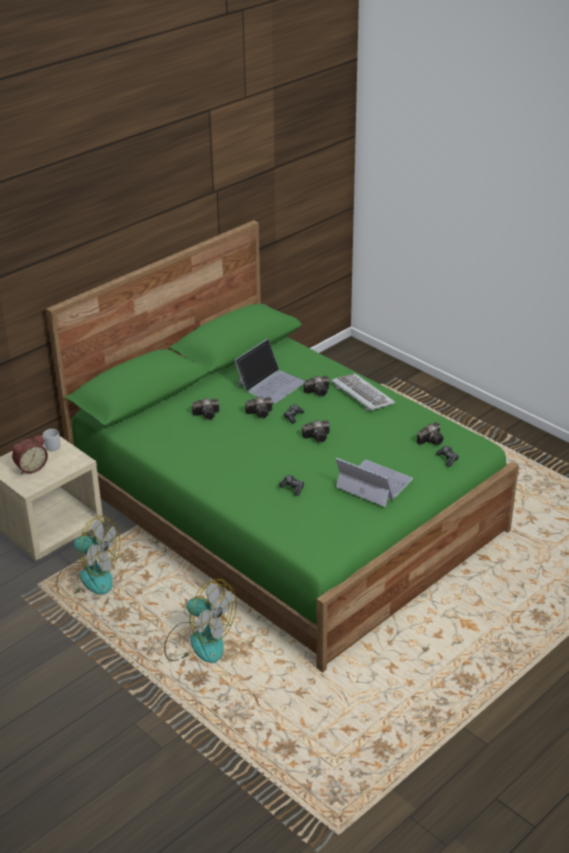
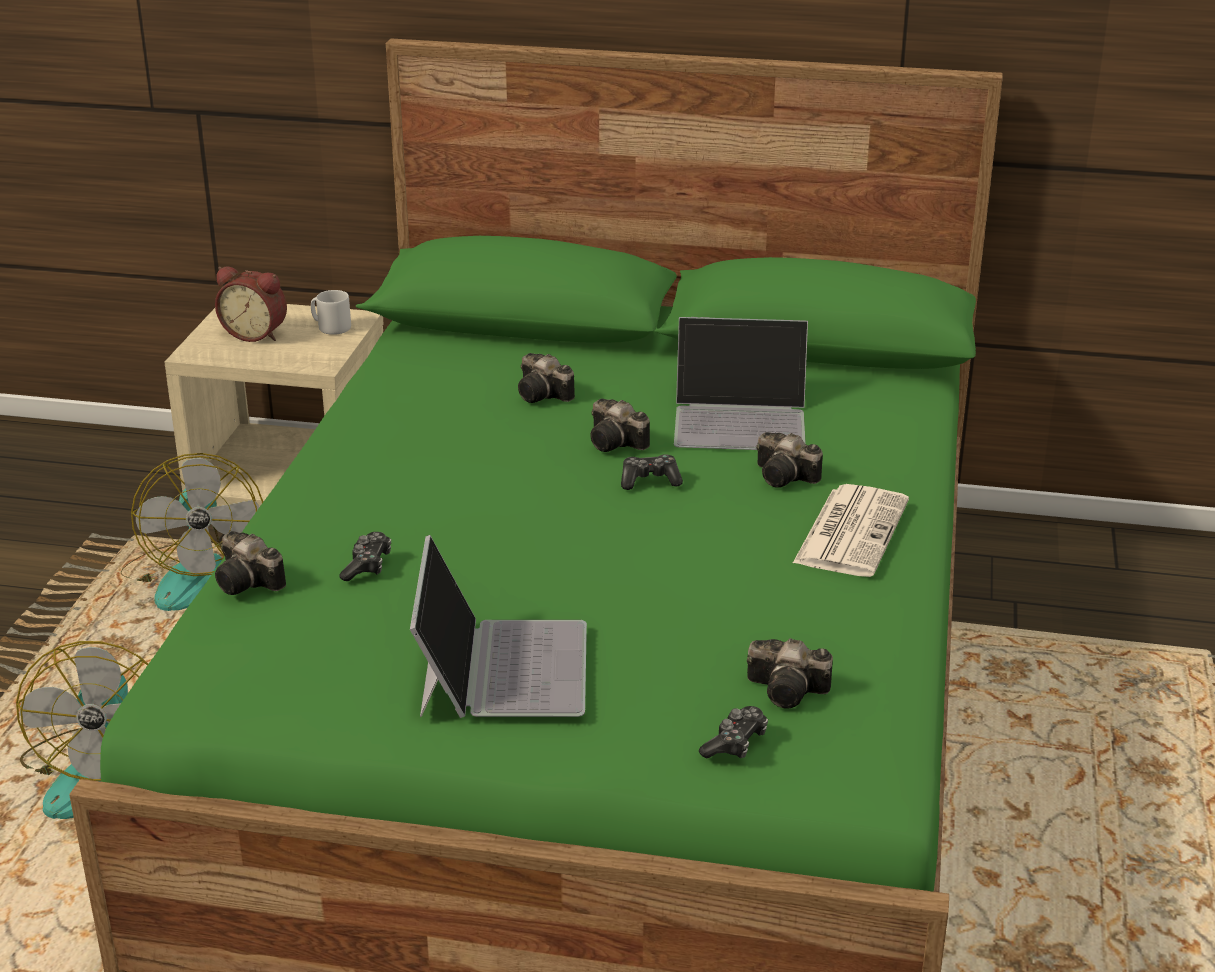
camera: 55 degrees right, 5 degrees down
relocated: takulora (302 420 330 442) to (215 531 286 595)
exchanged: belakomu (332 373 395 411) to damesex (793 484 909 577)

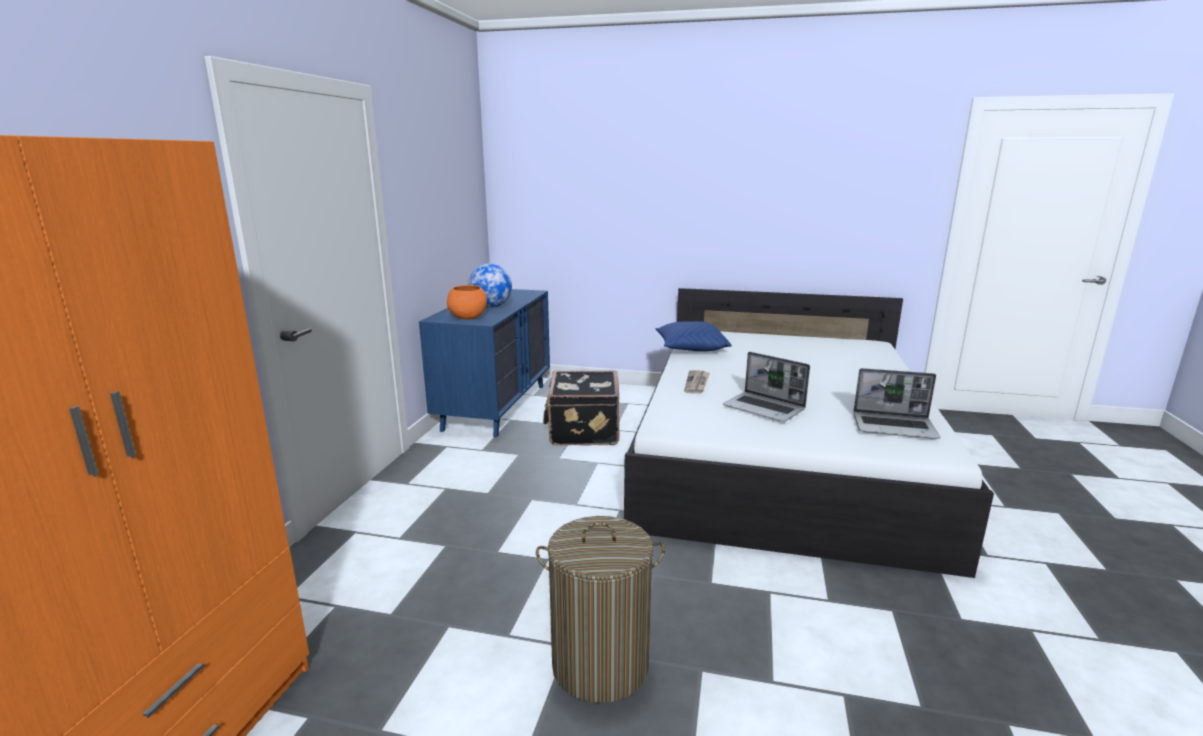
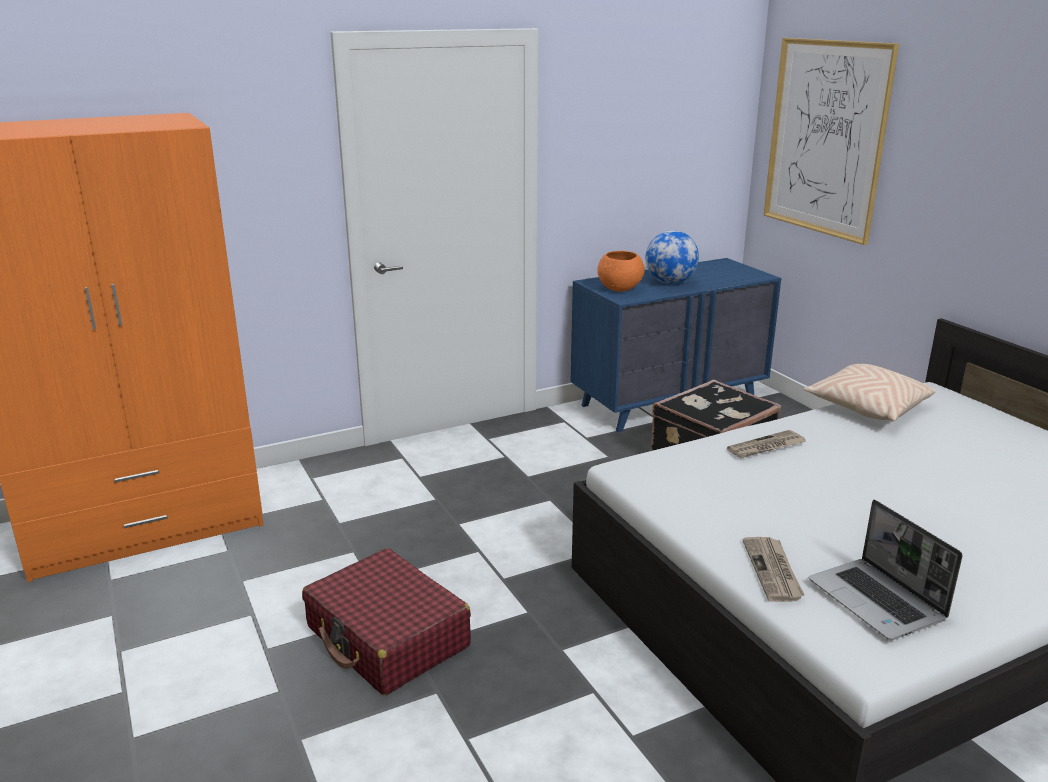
camera: 50 degrees right, 5 degrees up
missing: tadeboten (723 352 810 422)
appeared: damesex (743 537 804 602); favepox (763 38 899 245)
exchanged: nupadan (536 516 665 703) to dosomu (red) (302 548 471 695)
colour: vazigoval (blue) (655 321 732 352) to vazigoval (beige) (804 364 936 421)

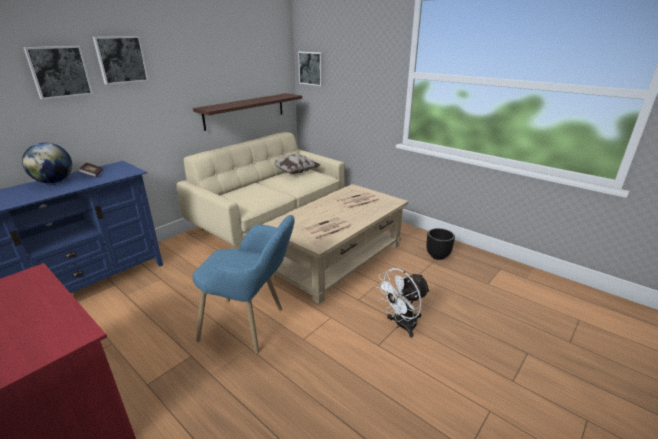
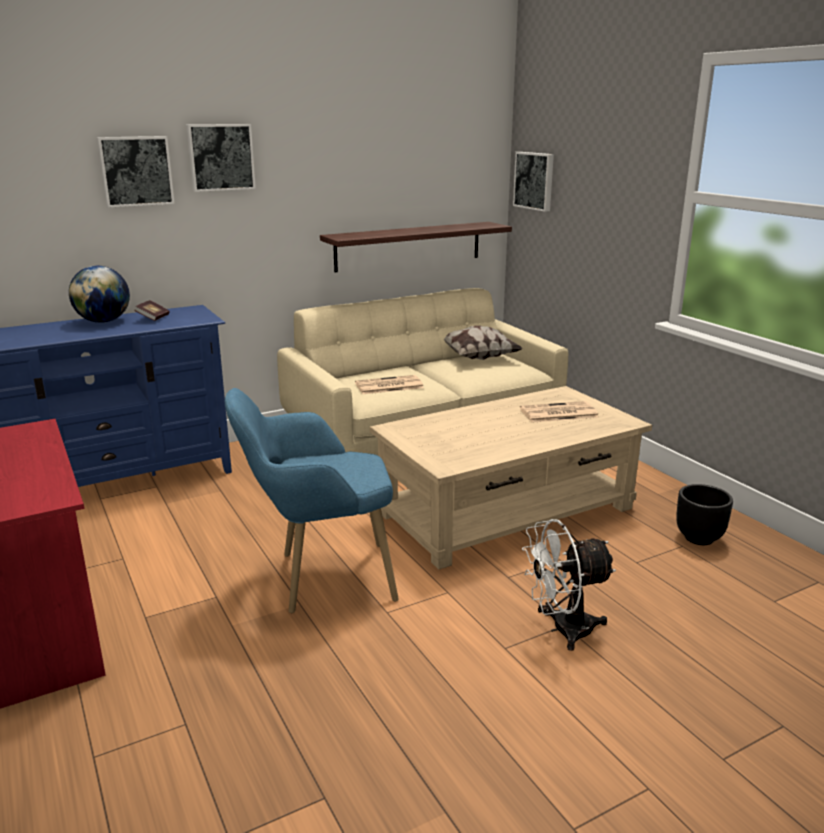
camera: 20 degrees right, 5 degrees down
relocated: damesex (302 217 352 240) to (355 375 424 394)
spun: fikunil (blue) (193 215 295 354) = (225 388 399 614) 135 degrees clockwise

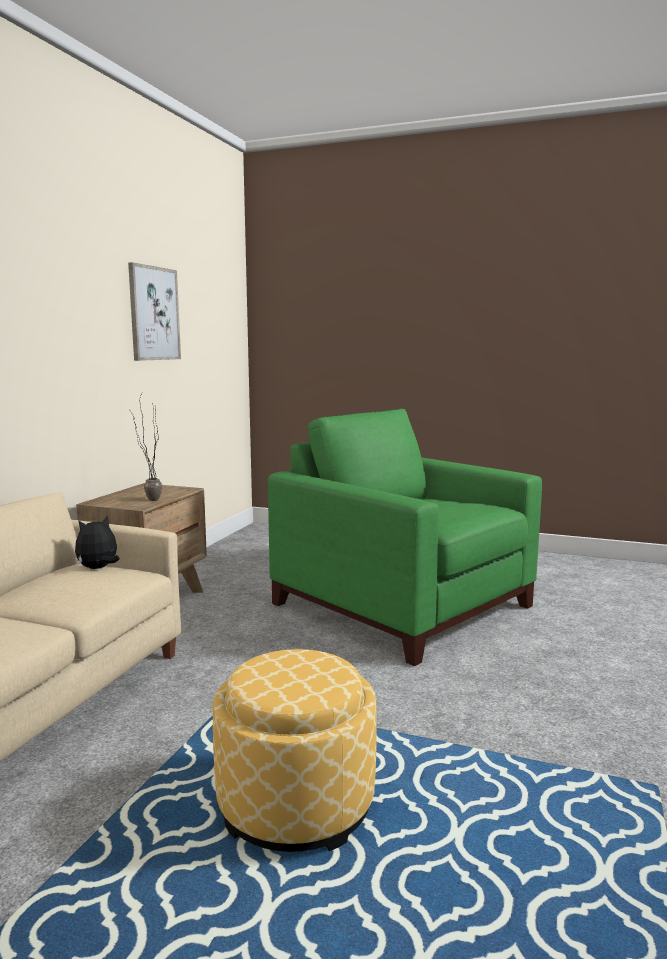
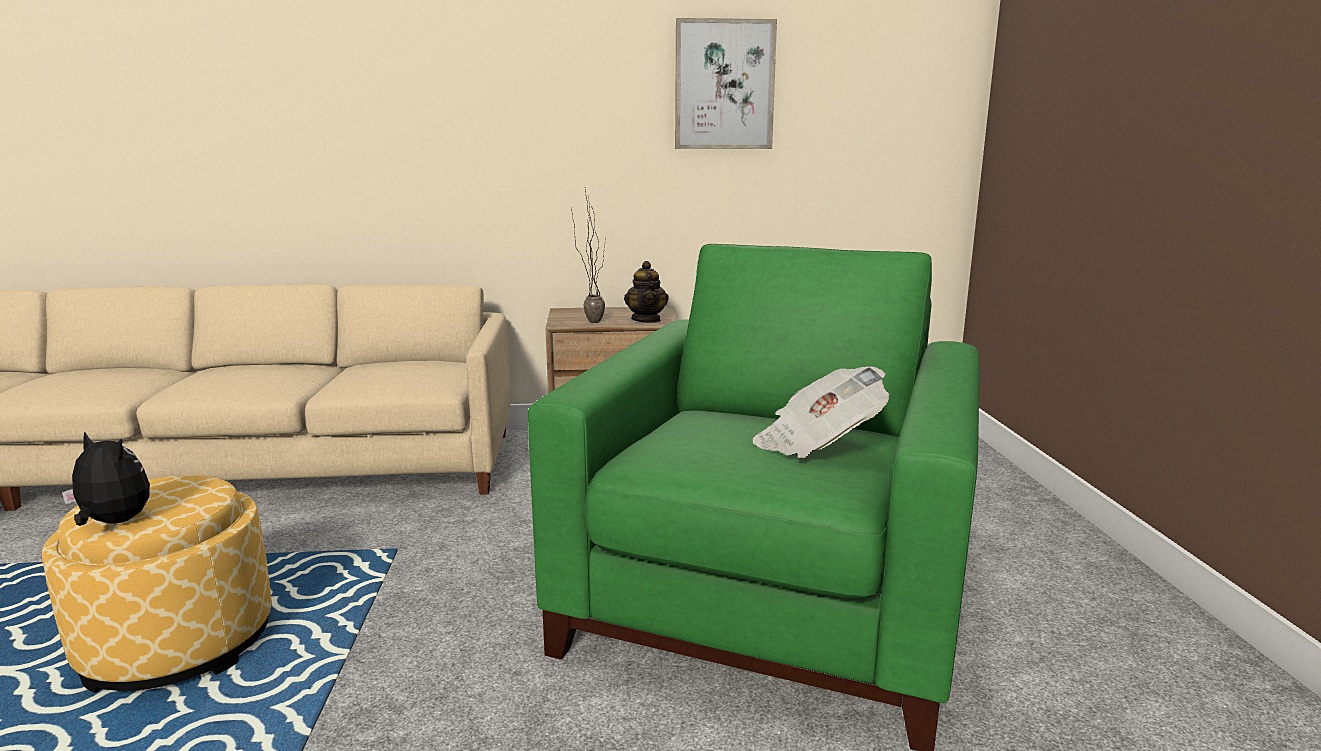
camera: 65 degrees right, 5 degrees up
appeared: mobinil (624 261 669 323); damesex (753 366 890 458)
relocated: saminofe (75 516 120 569) to (62 431 150 526)

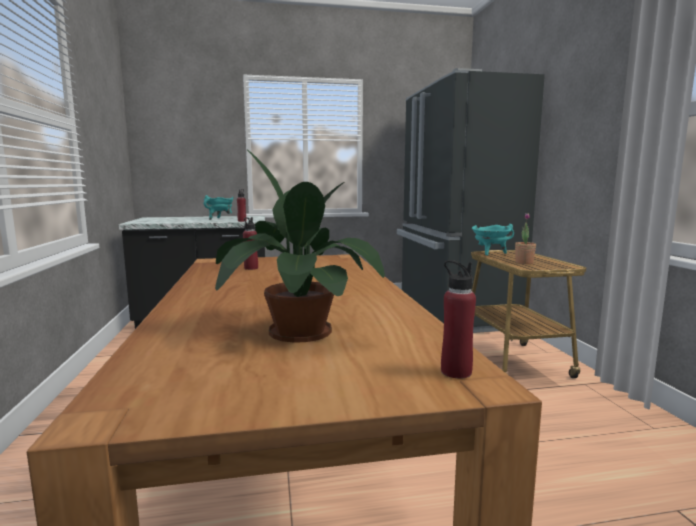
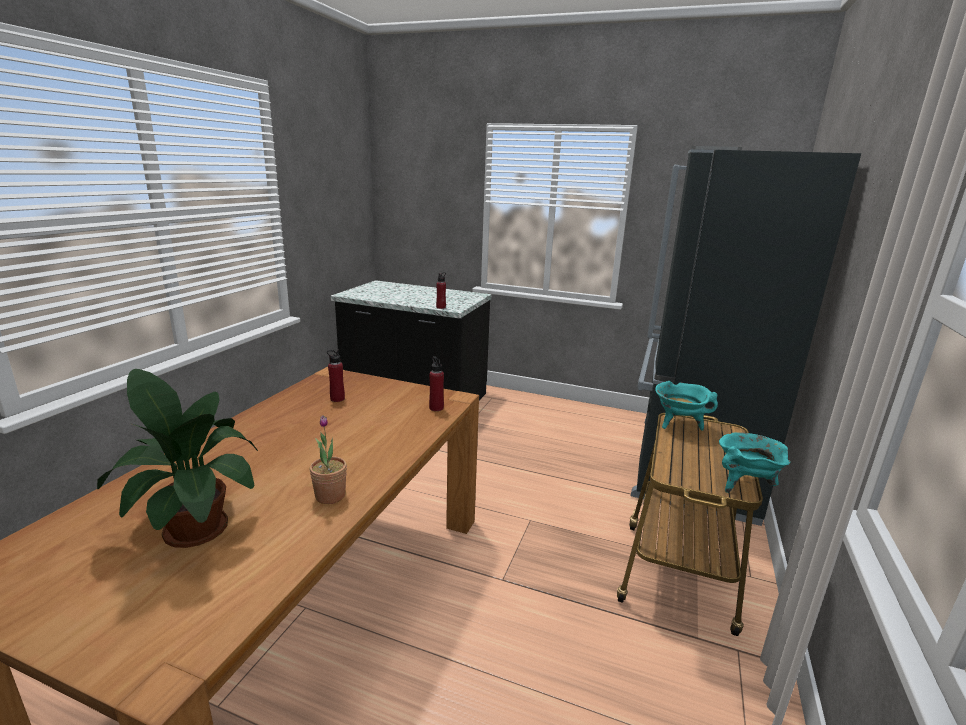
camera: 30 degrees right, 10 degrees up
relocated: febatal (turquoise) (203 195 234 220) to (719 432 791 493); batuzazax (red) (441 260 476 378) to (429 356 444 411); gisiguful (515 213 536 264) to (310 415 347 504)

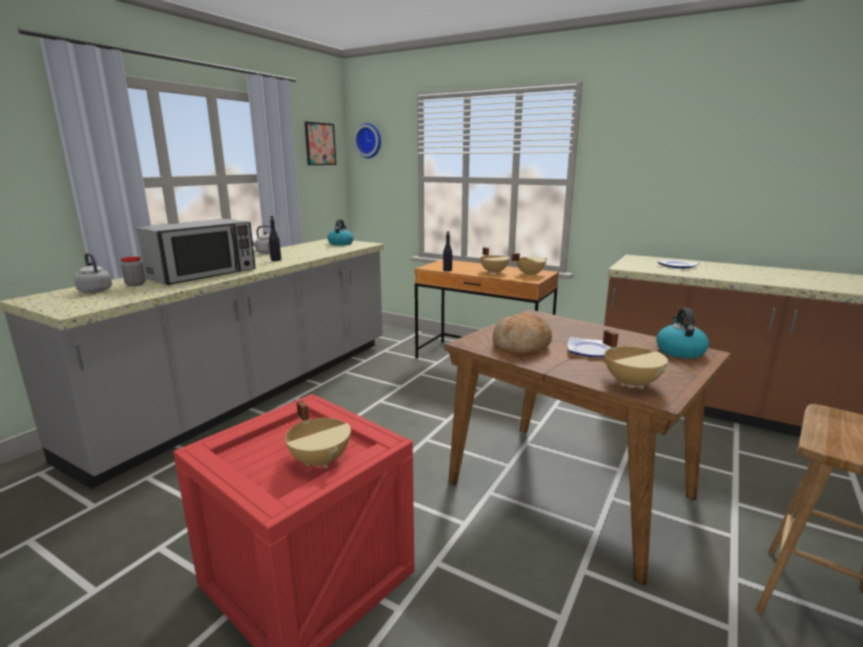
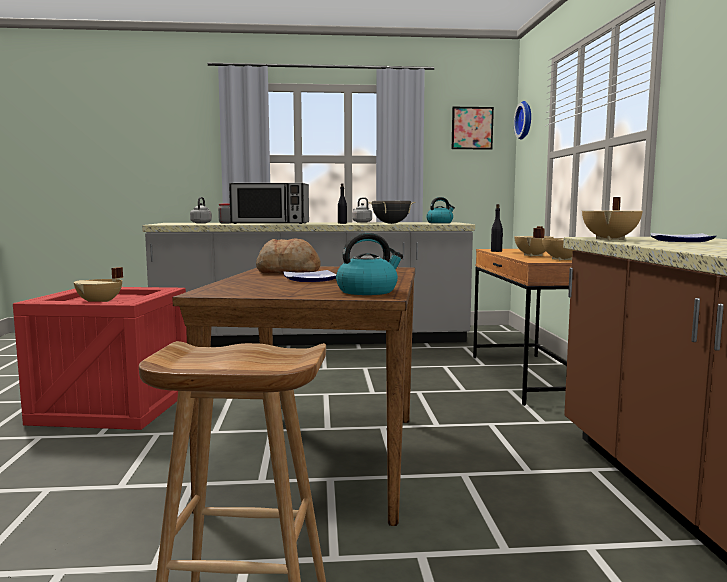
camera: 55 degrees right, 10 degrees down
appeared: febatal (black) (368 201 415 224)
relocated: febatal (beige) (603 330 668 389) to (582 197 642 240)

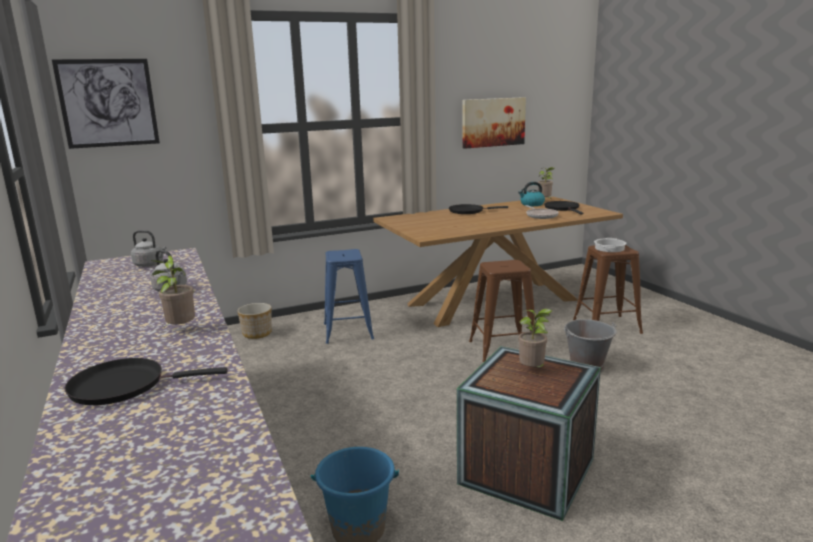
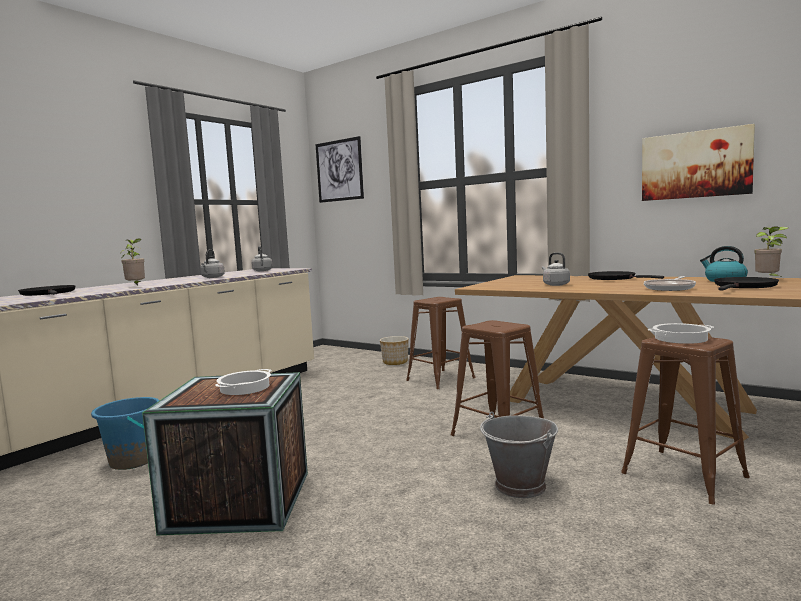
camera: 60 degrees right, 10 degrees down
appeared: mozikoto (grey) (542 252 570 286)
exchanged: gisiguful (518 309 552 368) to febatal (215 369 272 395)
colour: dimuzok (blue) (324 249 374 344) to dimuzok (brown) (406 297 476 389)

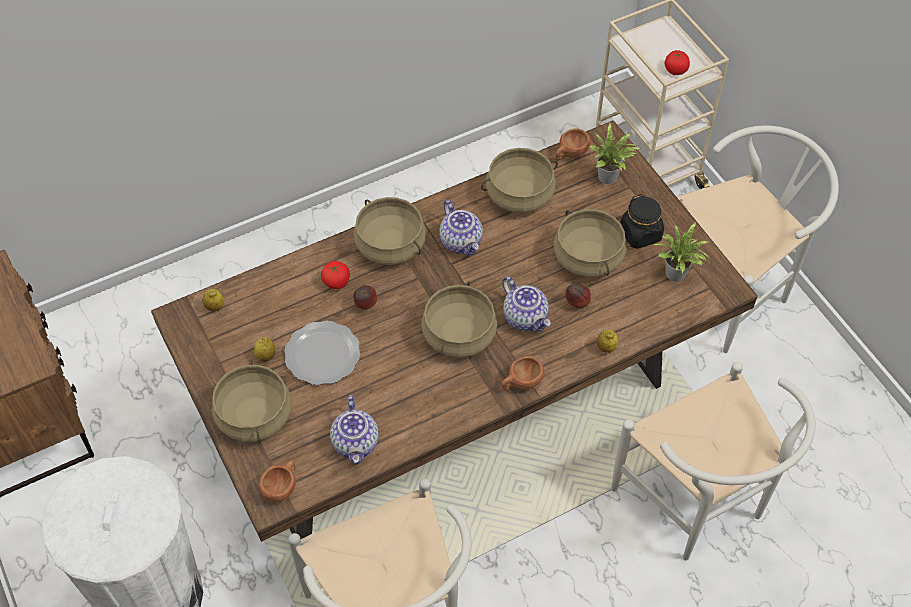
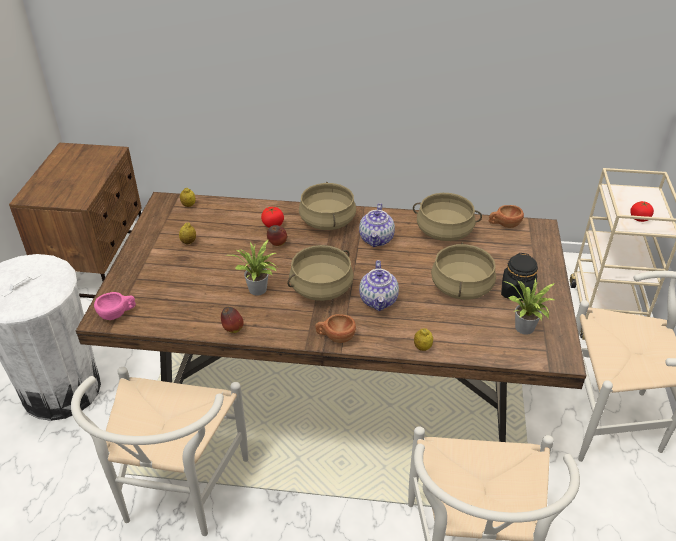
camera: 35 degrees right, 15 degrees down
missing: febatal (beige) (212 360 292 443); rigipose (284 321 360 385); mobinil (330 395 379 465)
relocated: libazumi (565 283 591 308) to (221 307 244 333); gisiguful (590 123 642 184) to (225 239 277 295)
colour: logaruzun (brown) (259 460 296 502) to logaruzun (pink) (94 292 136 320)

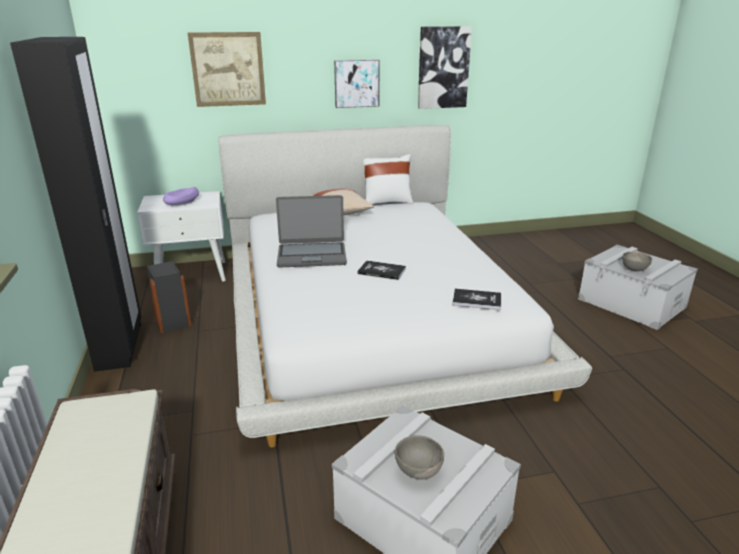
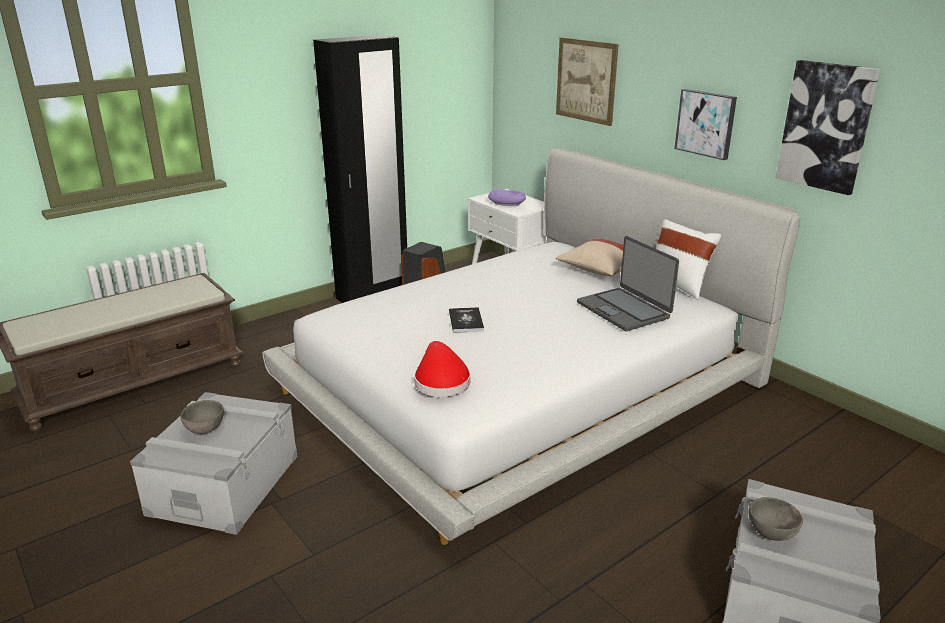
camera: 65 degrees right, 0 degrees up
relocated: tadeboten (276 195 347 268) to (577 236 679 331)
exchanged: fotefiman (453 289 501 310) to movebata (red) (414 341 471 397)

